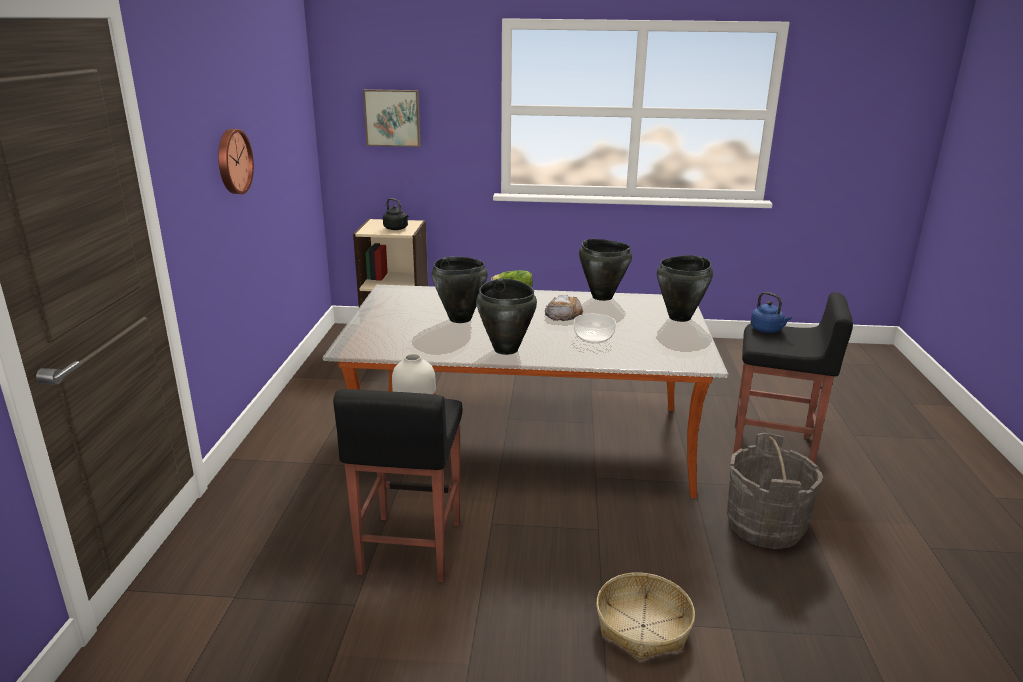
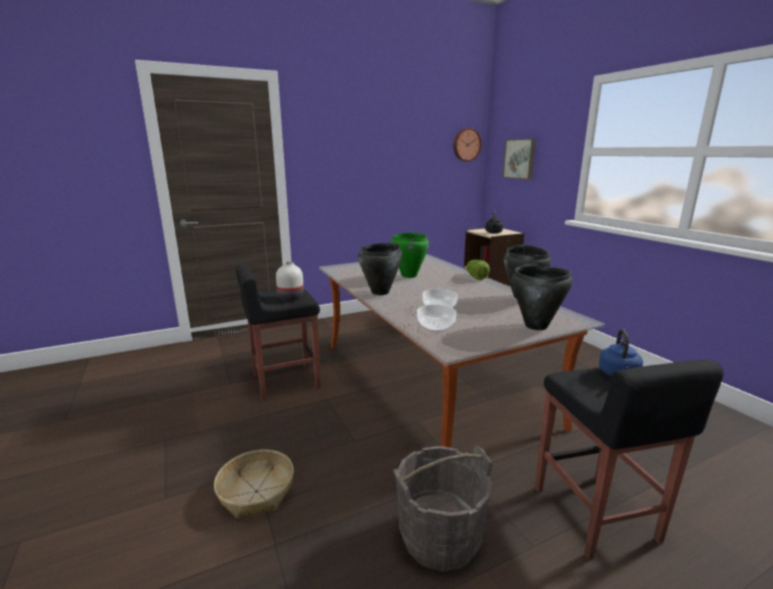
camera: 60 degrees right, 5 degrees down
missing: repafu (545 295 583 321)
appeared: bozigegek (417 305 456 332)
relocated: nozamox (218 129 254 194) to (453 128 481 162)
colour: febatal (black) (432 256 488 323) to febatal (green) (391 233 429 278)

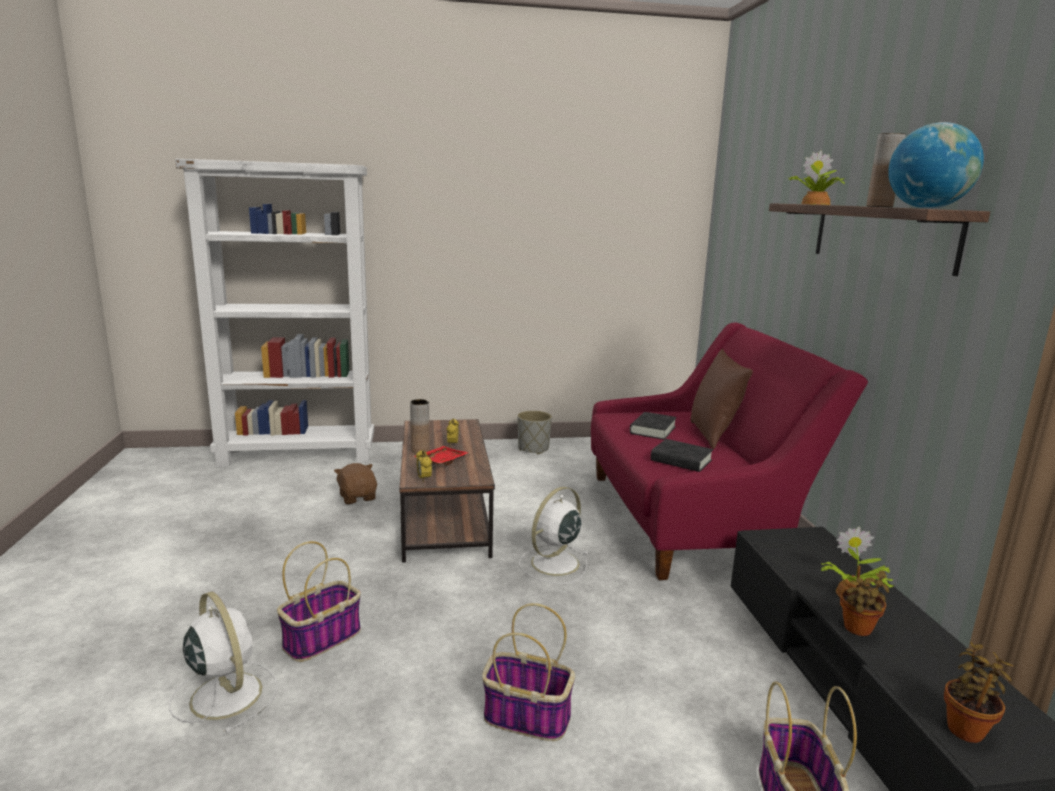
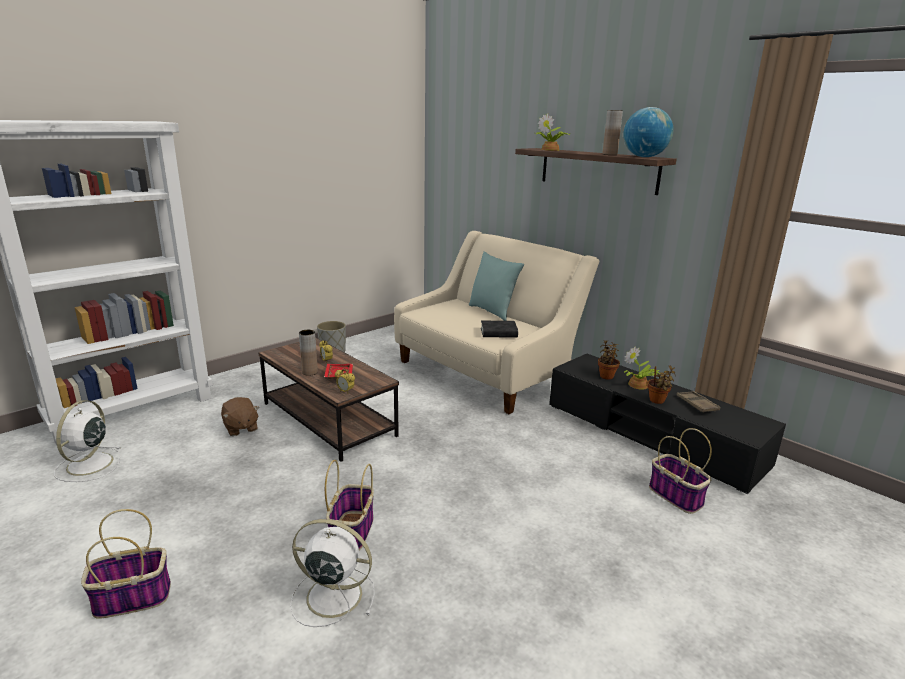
camera: 35 degrees left, 5 degrees up
missing: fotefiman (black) (630 412 677 440)
appeared: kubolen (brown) (677 391 720 413)
relocated: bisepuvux (482 603 575 741) to (81 509 171 619); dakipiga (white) (519 487 589 584) to (54 400 121 482); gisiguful (944 641 1014 743) to (598 341 620 380)
colour: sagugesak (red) (591 323 868 580) to sagugesak (beige) (394 231 599 414); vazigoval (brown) (691 349 753 449) to vazigoval (turquoise) (469 251 524 321)
spun: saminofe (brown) (334 463 377 504) = (221 397 259 436) 150 degrees counterclockwise

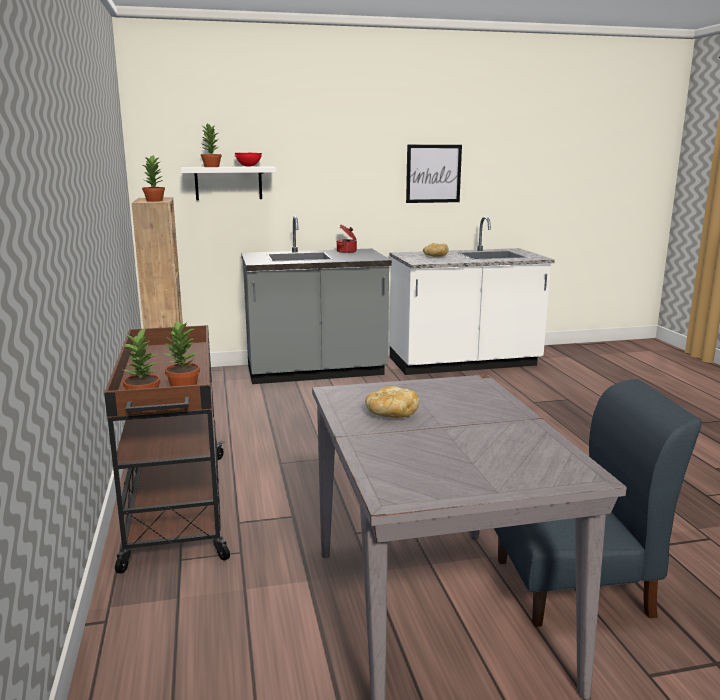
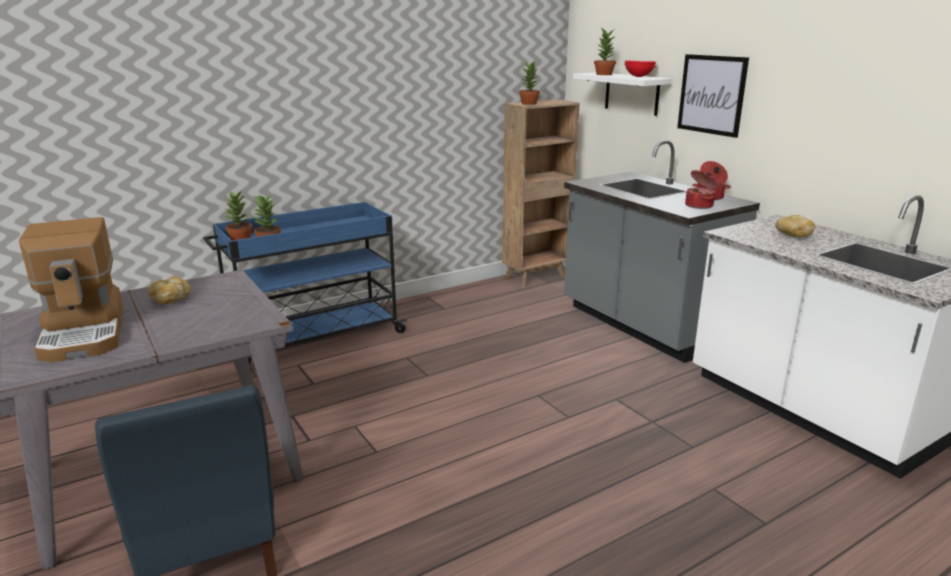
camera: 70 degrees right, 5 degrees up
appeared: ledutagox (19 217 123 362); febatal (685 170 718 209)
relocated: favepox (406 145 462 203) to (677 54 749 138)
colour: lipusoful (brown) (104 325 230 574) to lipusoful (blue) (203 202 407 366)

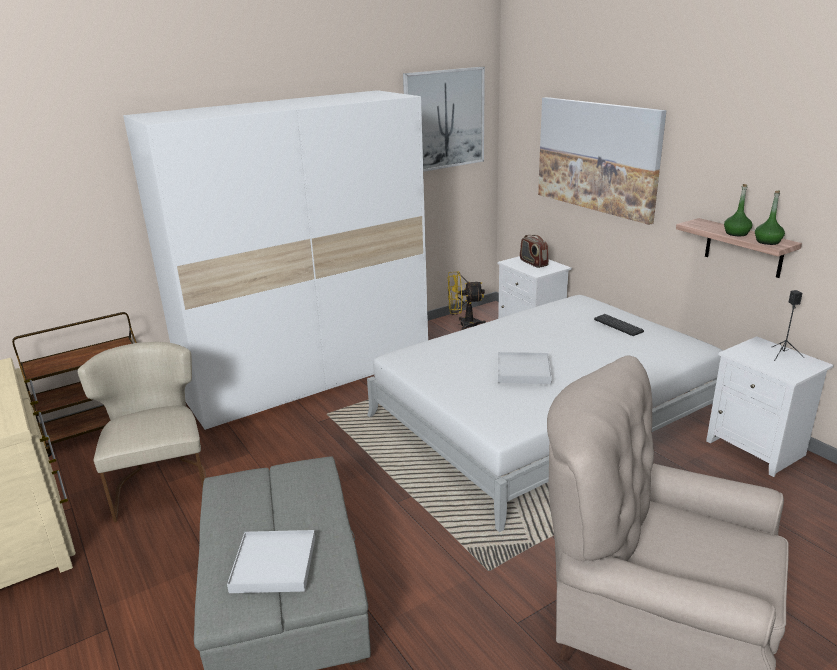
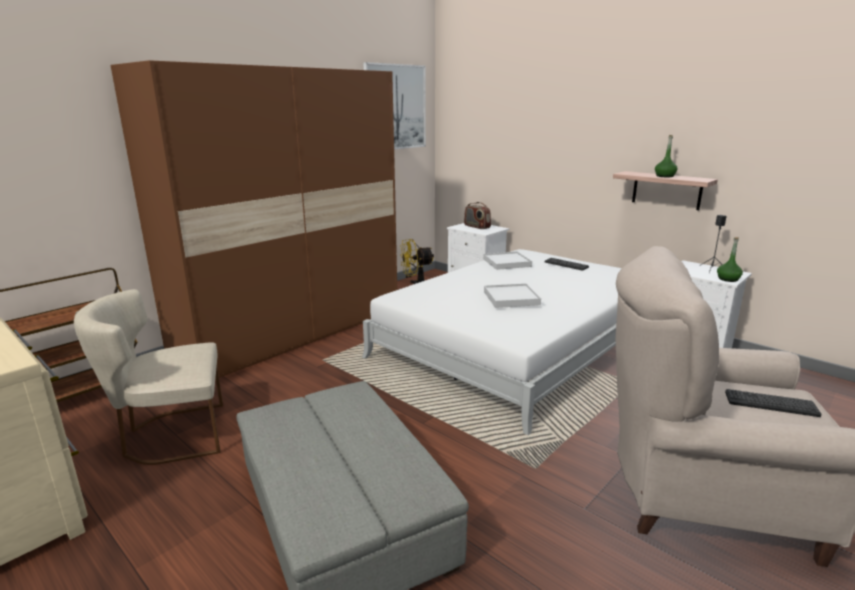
camera: 15 degrees left, 5 degrees down
missing: favepox (538 97 667 225)
appeared: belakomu (725 389 821 417)
relocated: kubolen (white) (227 530 315 593) to (483 251 532 270); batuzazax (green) (755 191 785 245) to (717 237 743 282)
colour: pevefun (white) (123 90 428 430) to pevefun (brown) (111 60 397 379)
spun: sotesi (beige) (78 342 206 522) = (74 289 223 465) 75 degrees counterclockwise

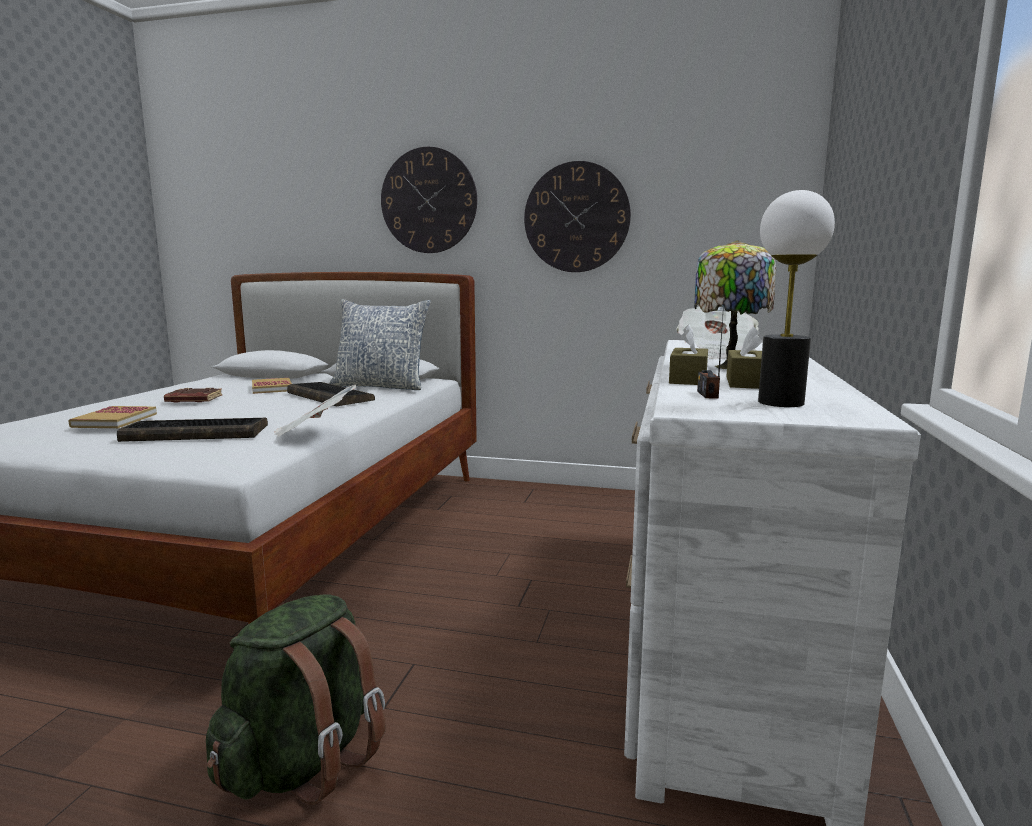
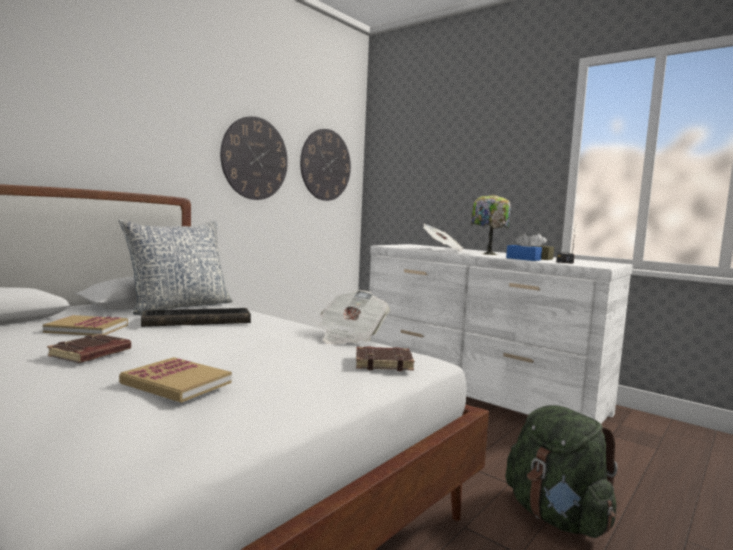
camera: 65 degrees left, 5 degrees down
missing: belakomu (117 418 268 442); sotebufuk (758 190 835 407)
appeared: fotefiman (brown) (356 347 414 371)
relocated: nozamox (381 147 477 253) to (300 129 351 201)
colour: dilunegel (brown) (669 324 708 385) to dilunegel (blue) (506 234 542 261)

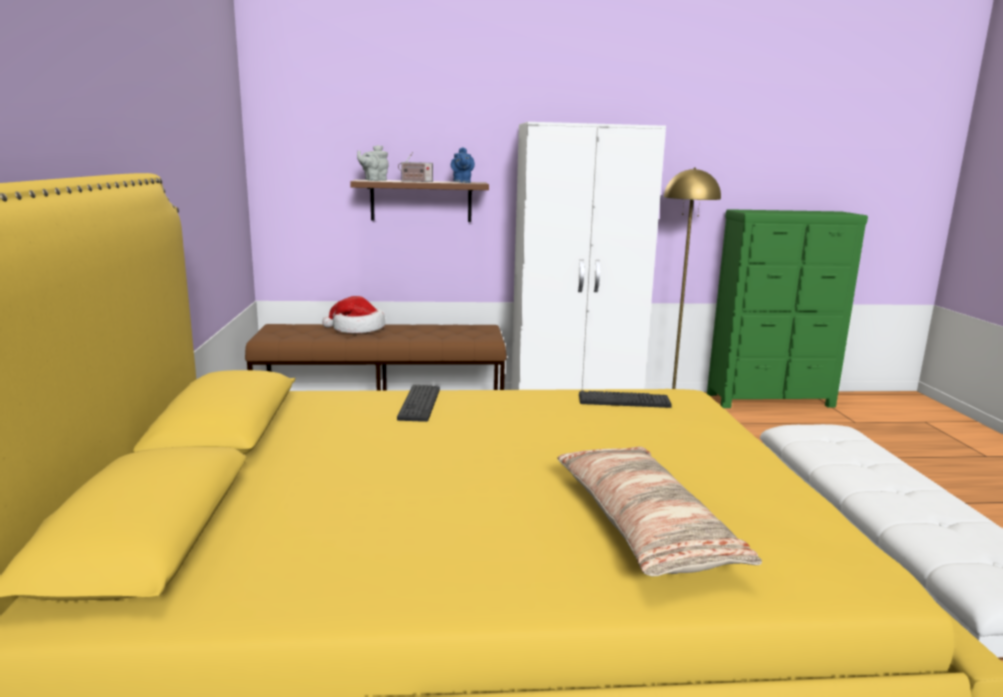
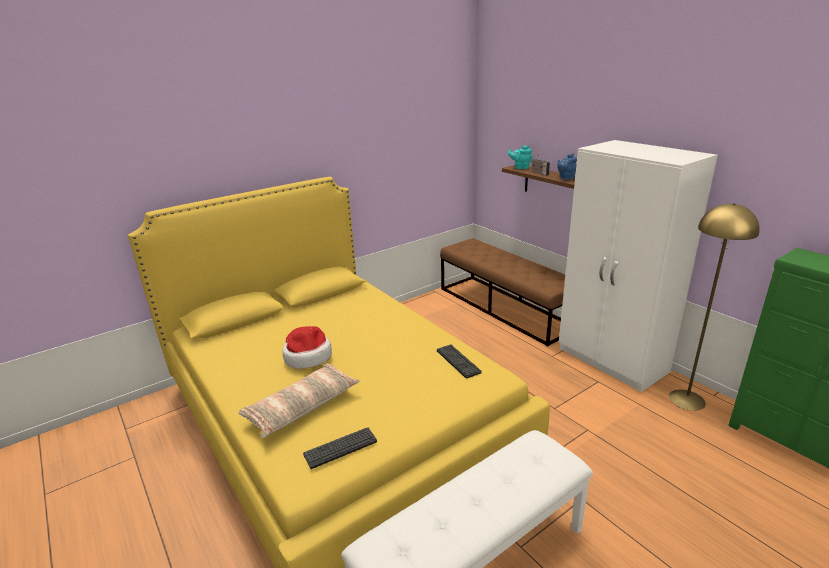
camera: 60 degrees right, 10 degrees up
relocated: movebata (322 296 386 333) to (282 326 332 369); belakomu (397 385 440 422) to (303 427 377 469)
colour: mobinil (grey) (357 145 388 181) to mobinil (turquoise) (508 145 532 169)

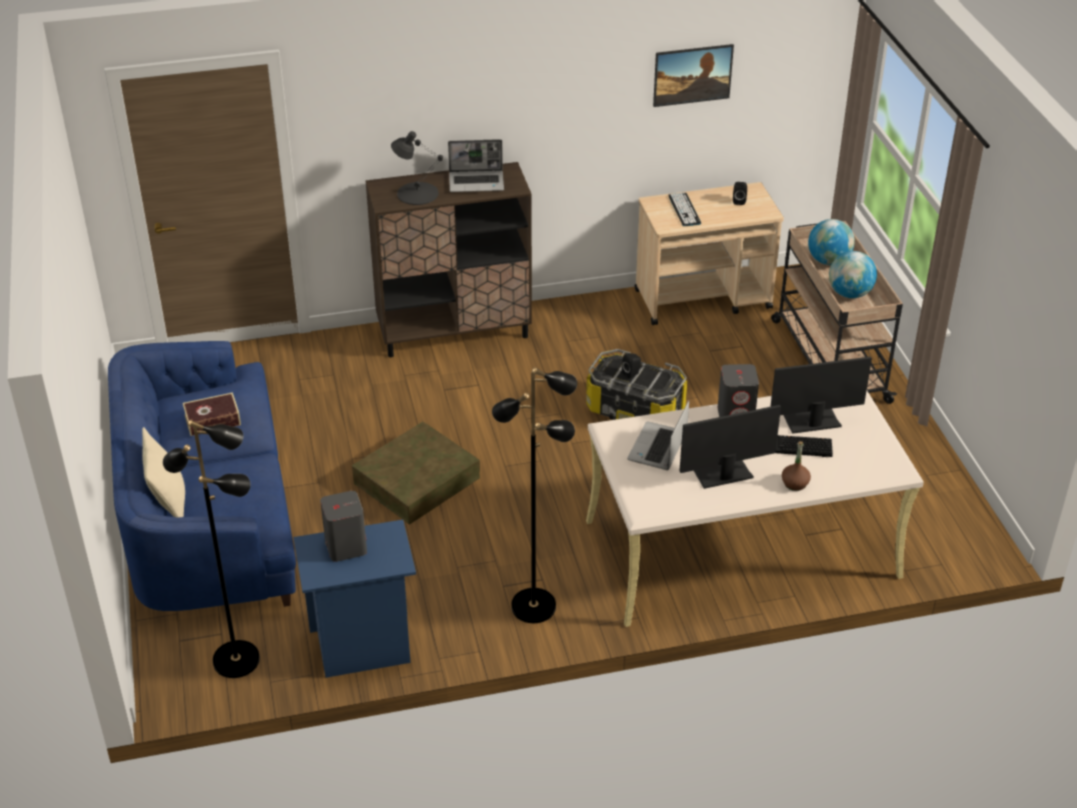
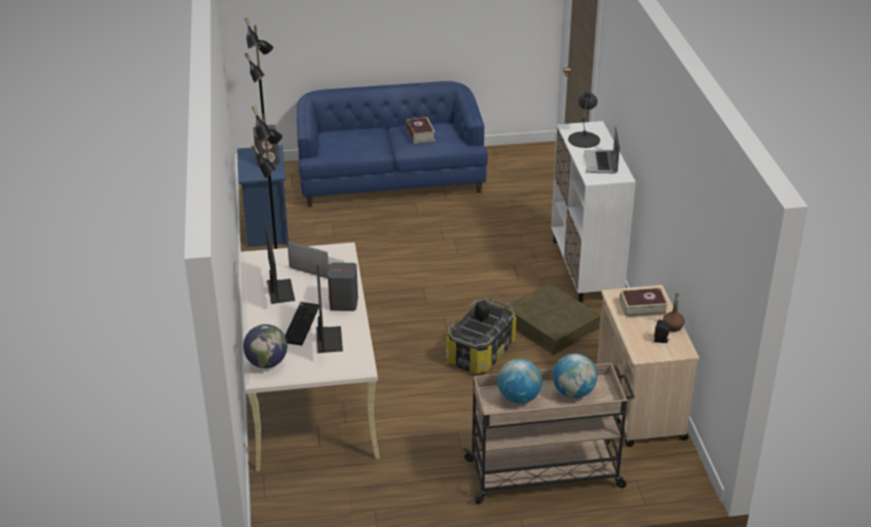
camera: 95 degrees right, 5 degrees down
missing: vazigoval (beige) (142 427 185 518); favepox (653 44 734 107)
appeared: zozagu (243 324 287 368)
relocated: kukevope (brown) (352 422 480 524) to (504 283 600 355); batuzazax (brown) (782 441 811 491) to (663 292 685 332)
exchanged: belakomu (668 192 701 226) to fotefiman (620 288 668 318)
colour: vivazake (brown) (366 162 532 357) to vivazake (white) (551 121 636 303)

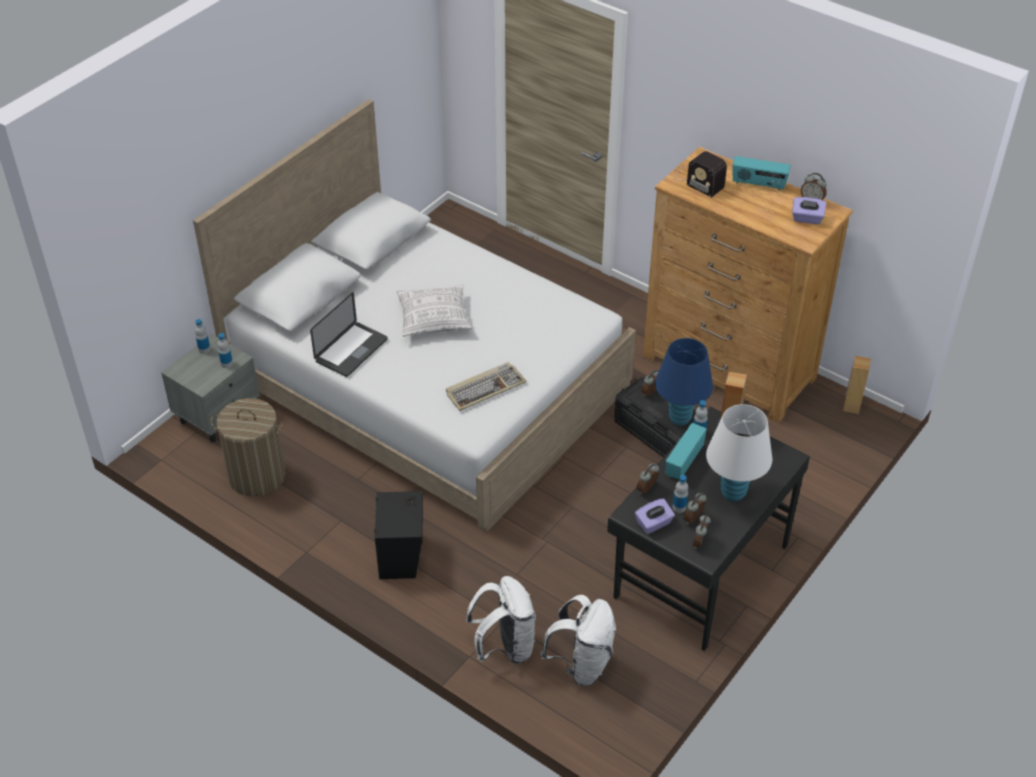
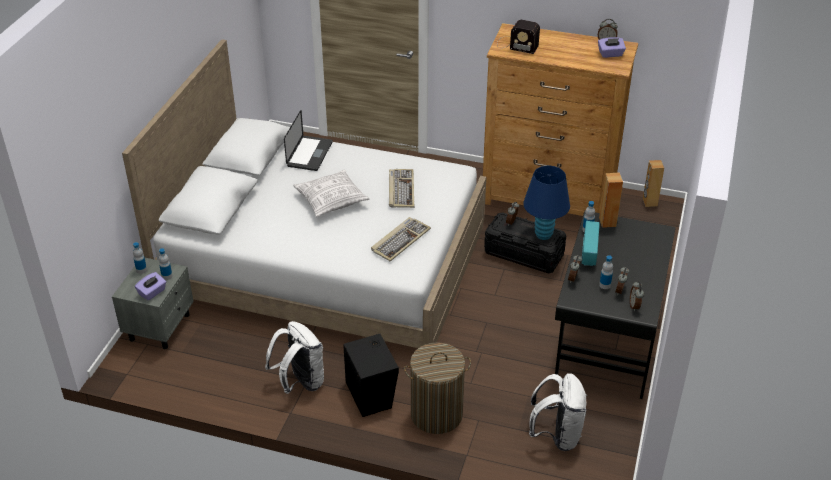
camera: 20 degrees left, 5 degrees down
missing: sotebufuk (white) (706 404 772 502); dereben (733 156 791 191)
appeared: belakomu (389 169 414 208)
relocated: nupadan (211 398 285 497) to (404 342 471 434); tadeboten (310 292 387 377) to (284 110 333 171); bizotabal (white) (466 576 536 664) to (265 321 324 394); dilunegel (purple) (635 498 675 534) to (135 272 166 300)

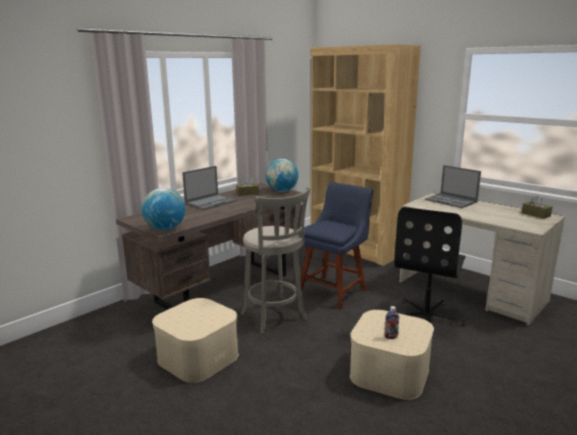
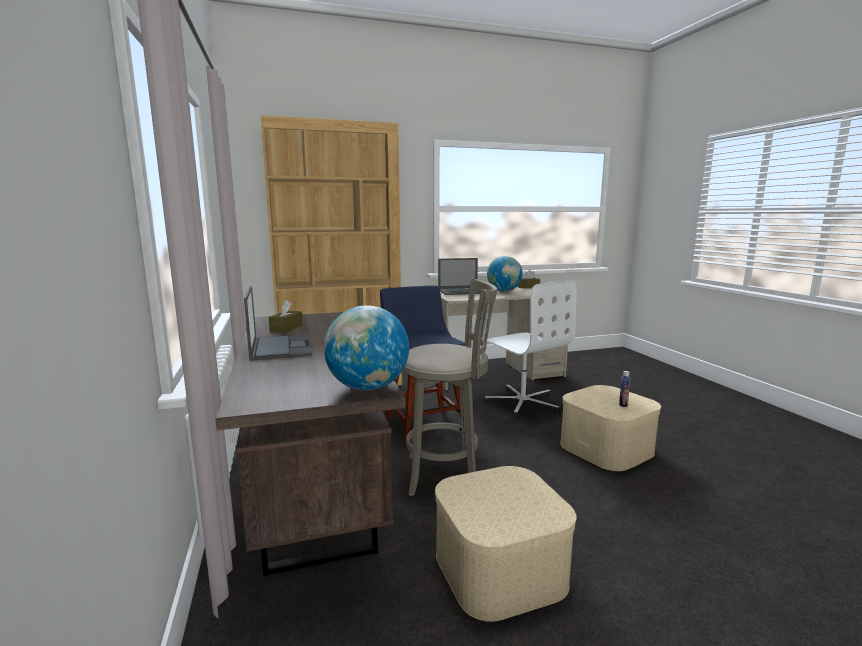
camera: 60 degrees left, 5 degrees down
relocated: zozagu (266 159 298 192) to (487 256 523 292)
colour: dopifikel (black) (394 207 466 326) to dopifikel (white) (484 280 576 417)

